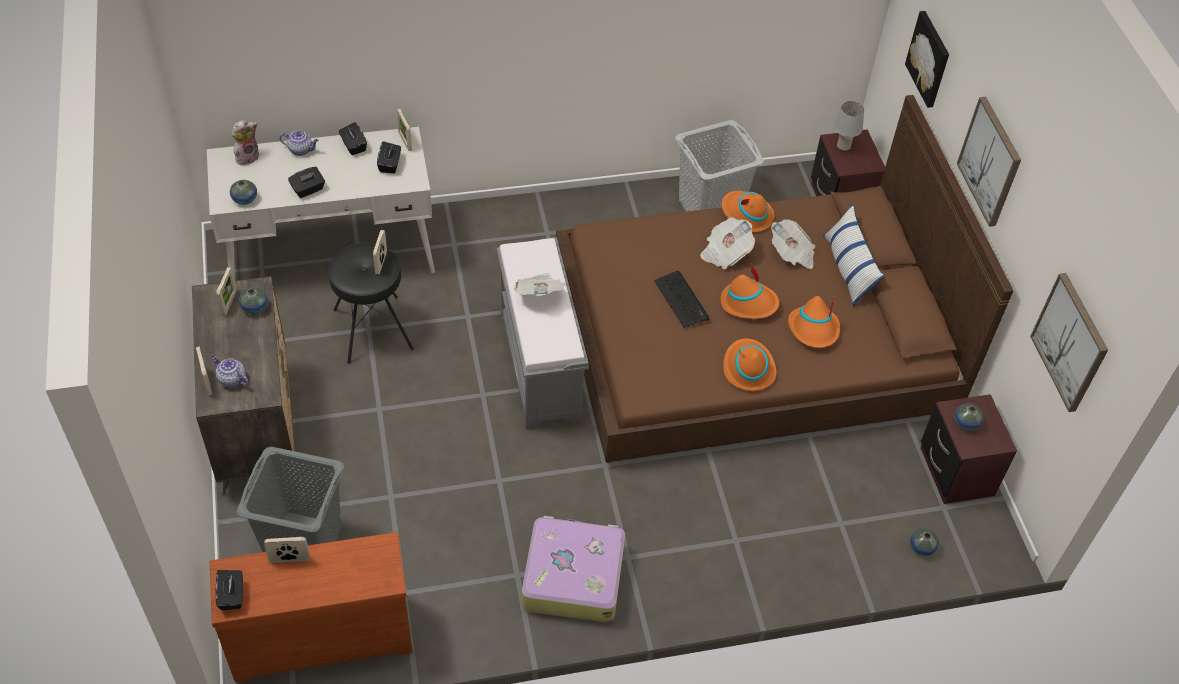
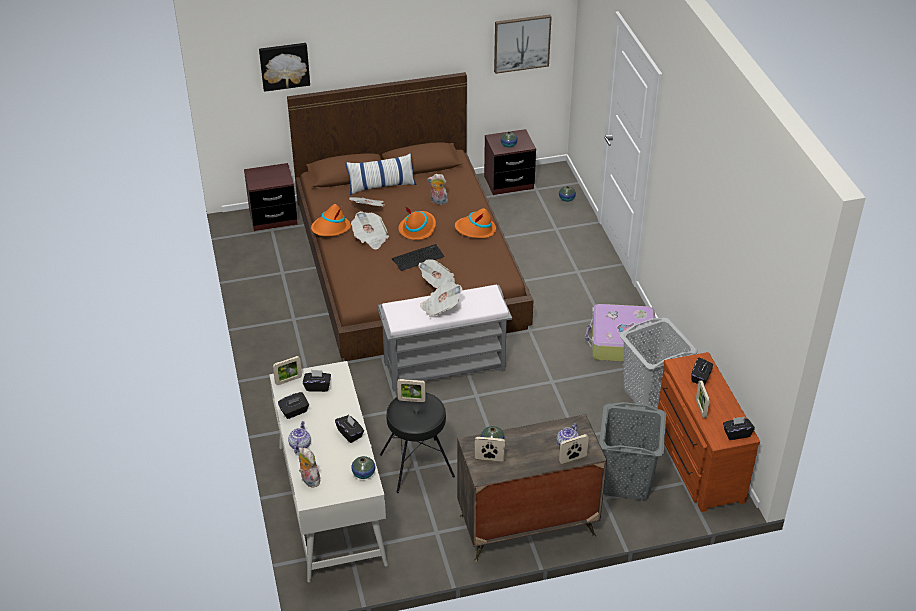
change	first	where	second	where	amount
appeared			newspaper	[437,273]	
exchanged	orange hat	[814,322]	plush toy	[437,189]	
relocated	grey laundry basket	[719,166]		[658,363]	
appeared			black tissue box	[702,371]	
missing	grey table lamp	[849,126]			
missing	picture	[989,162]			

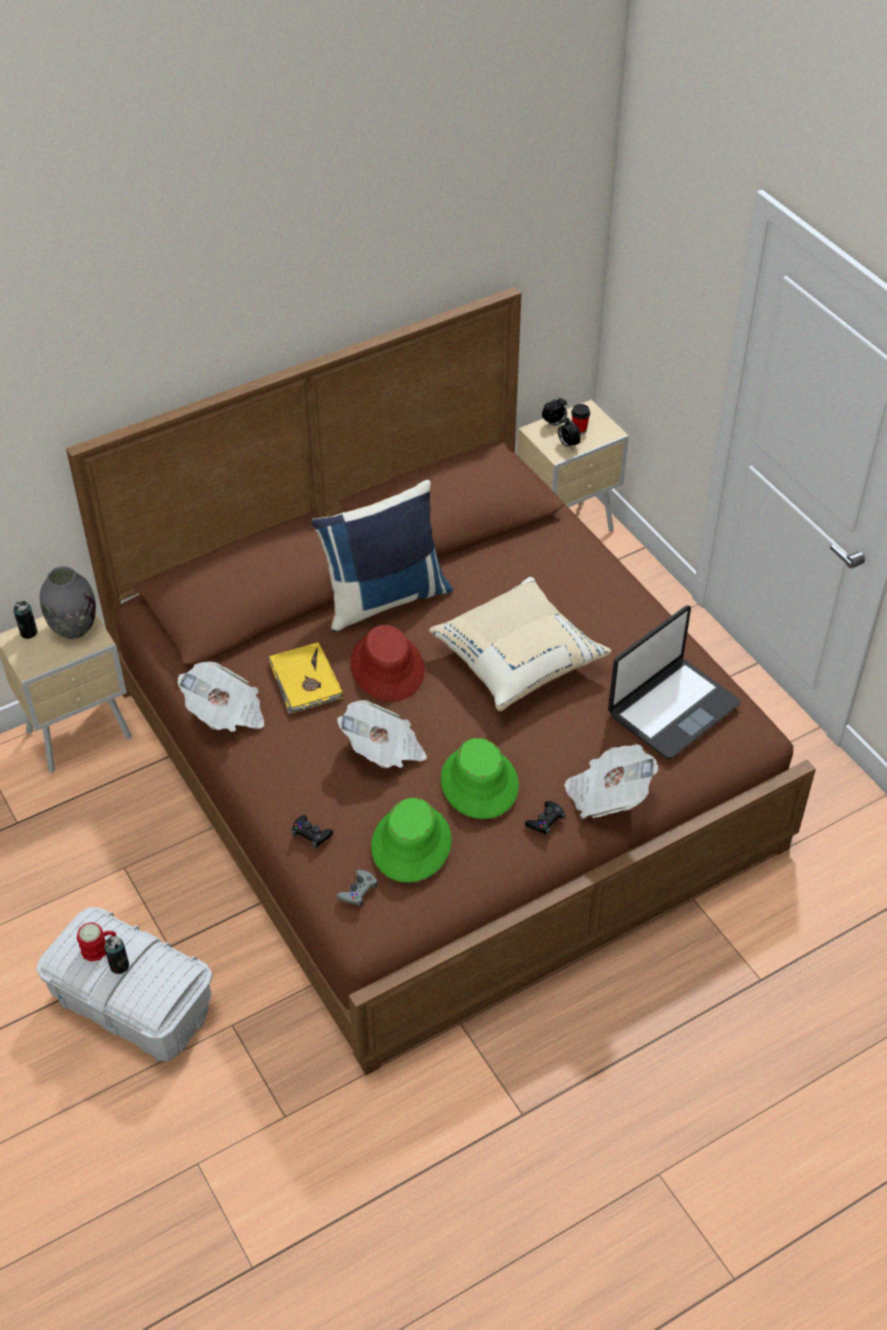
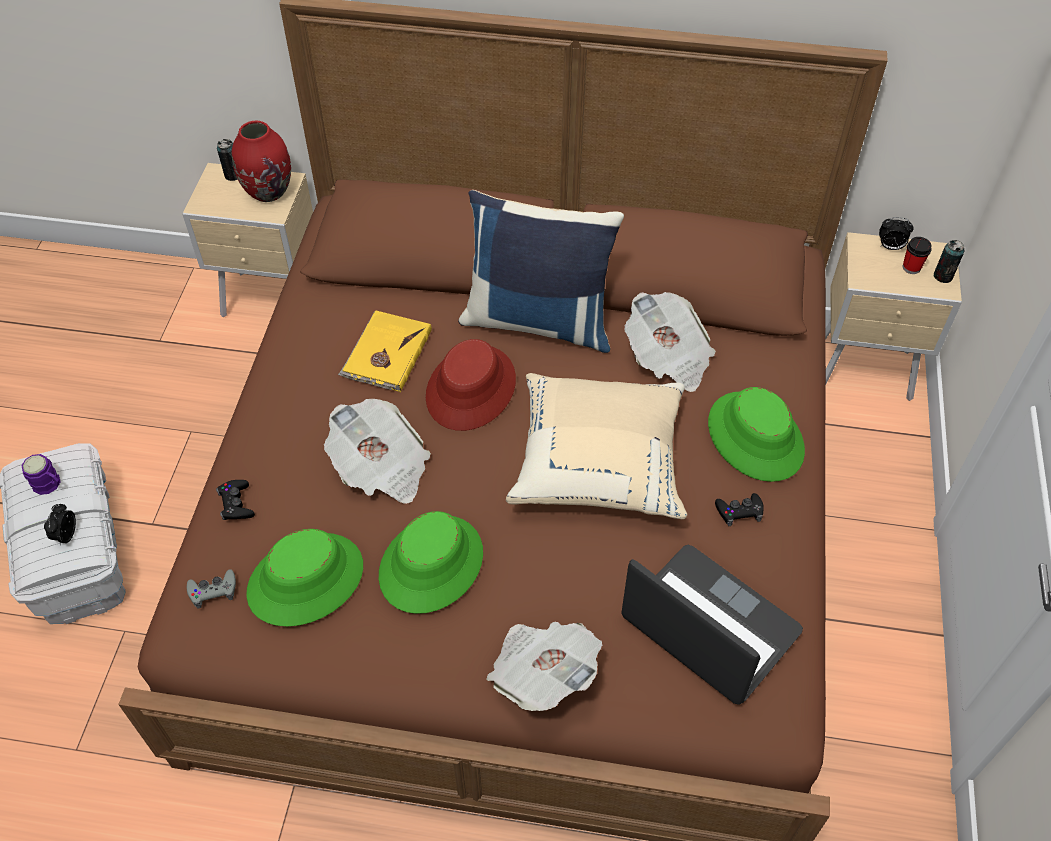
change	first	where	second	where	amount
colour	red mug	[96,941]	purple mug	[41,474]	
relocated	alarm clock	[569,432]		[60,524]	
colour	grey vase	[68,602]	red vase	[261,161]	
spun	laptop	[674,682]		[712,625]	135 degrees counterclockwise
relocated	newspaper	[221,696]		[670,342]	
appeared			green hat	[756,434]	
relocated	black game controller	[545,818]		[739,509]	
relocated	can	[116,955]		[949,261]	

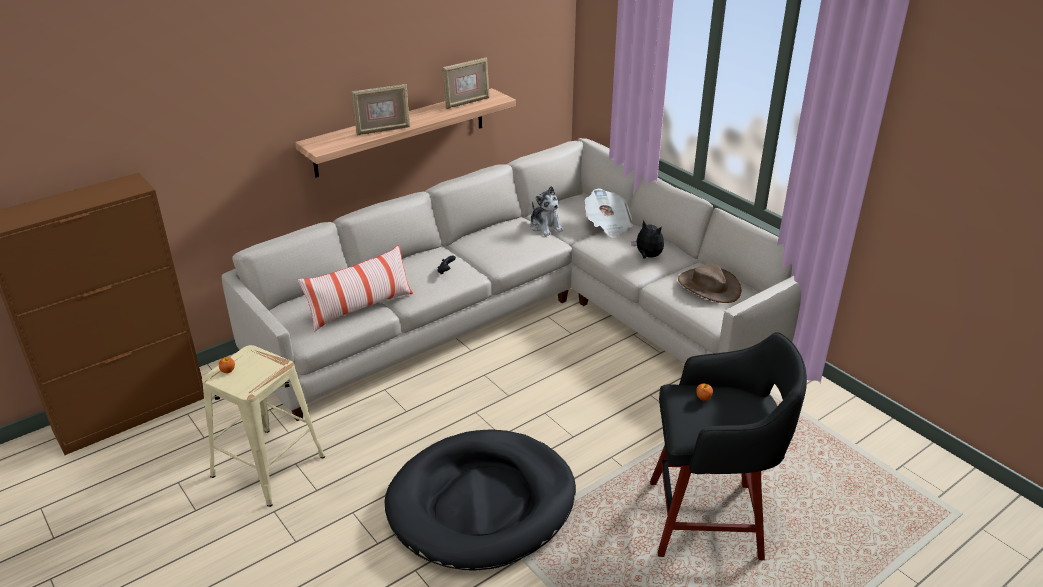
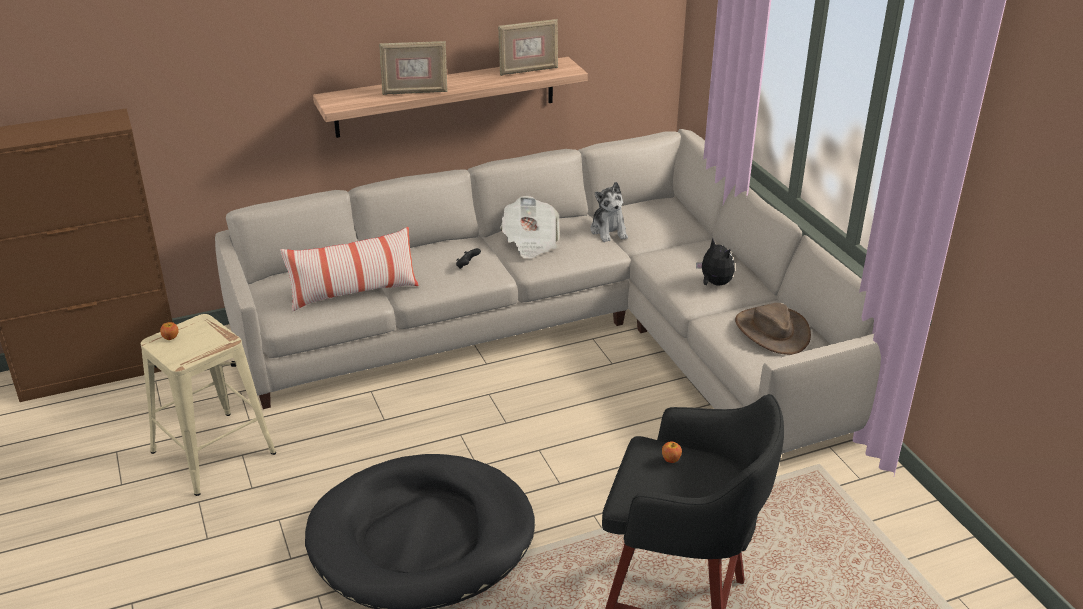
change	first	where	second	where	amount
relocated	newspaper	[608,213]		[529,227]	

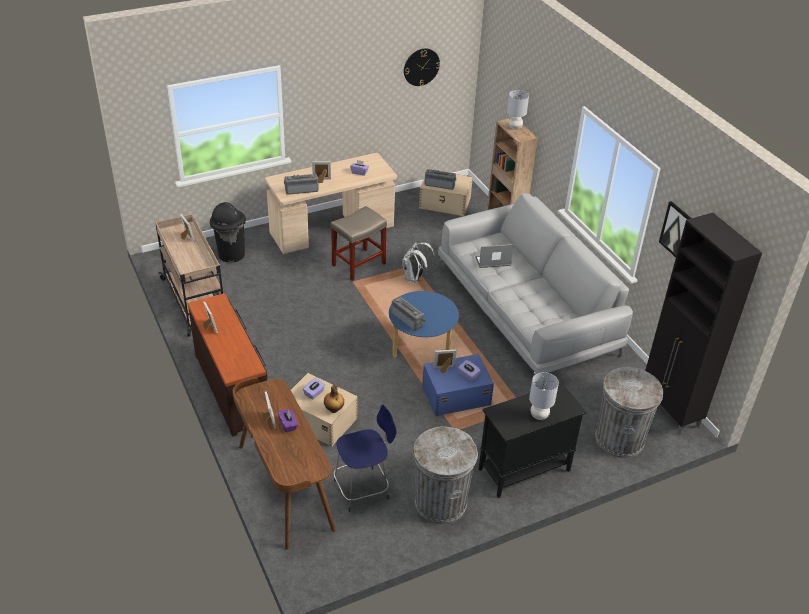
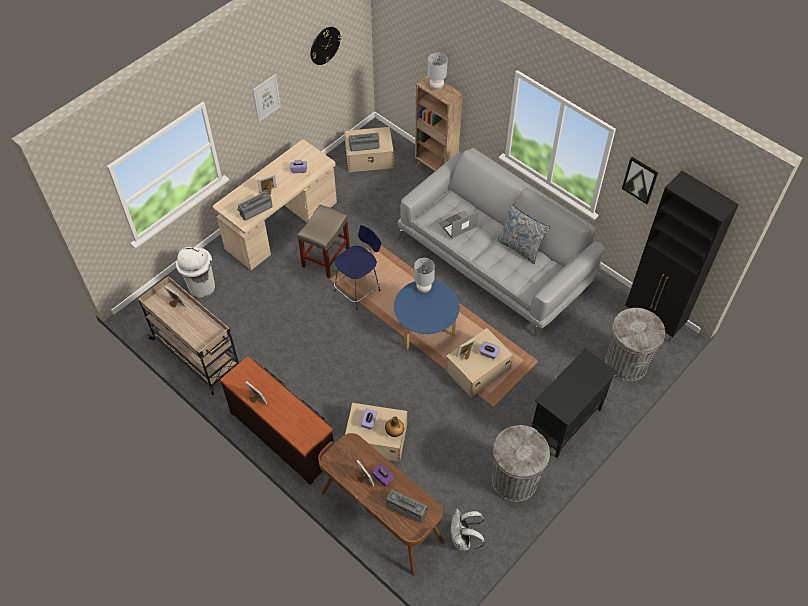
change	first	where	second	where	amount
colour	black trash can	[228,232]	white trash can	[195,272]	
appeared			picture	[267,98]	
relocated	blue stool	[365,458]		[357,267]	
relocated	radio	[409,313]		[407,506]	
relocated	grey table lamp	[544,396]		[424,275]	
colour	blue storage box	[458,385]	beige storage box	[479,362]	
relocated	white backpack	[418,262]		[468,530]	
appeared			pillow	[523,234]	

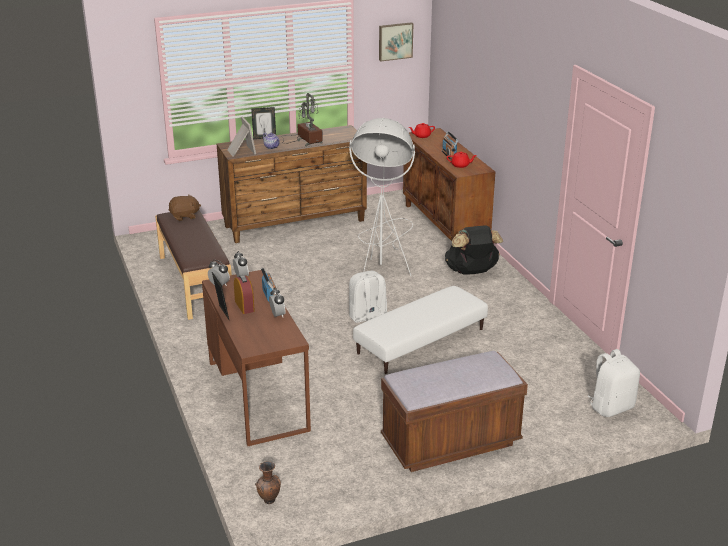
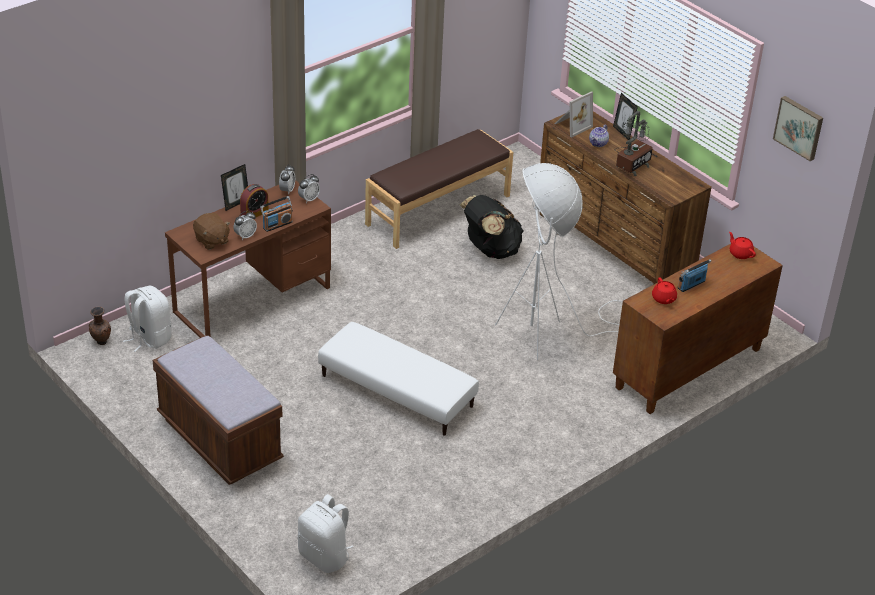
change	first	where	second	where	amount
relocated	white backpack	[368,297]		[147,319]	
relocated	brown plush toy	[185,207]		[211,231]	
relocated	black backpack	[474,250]		[492,227]	

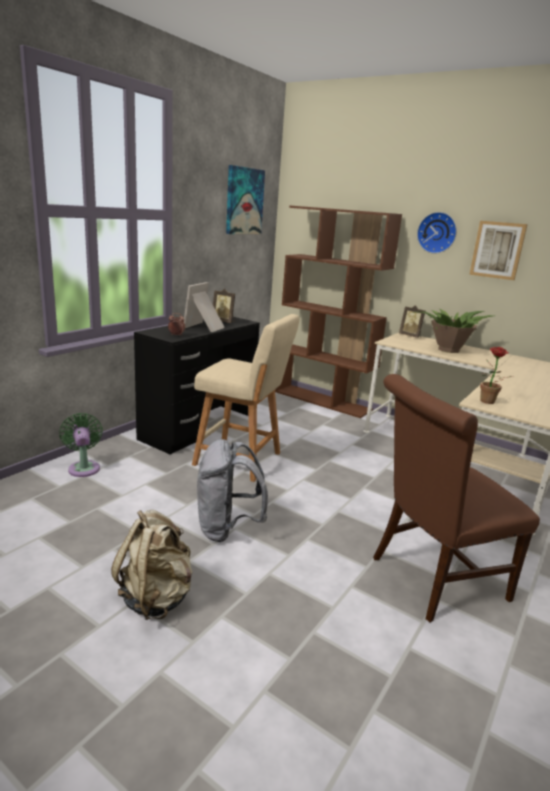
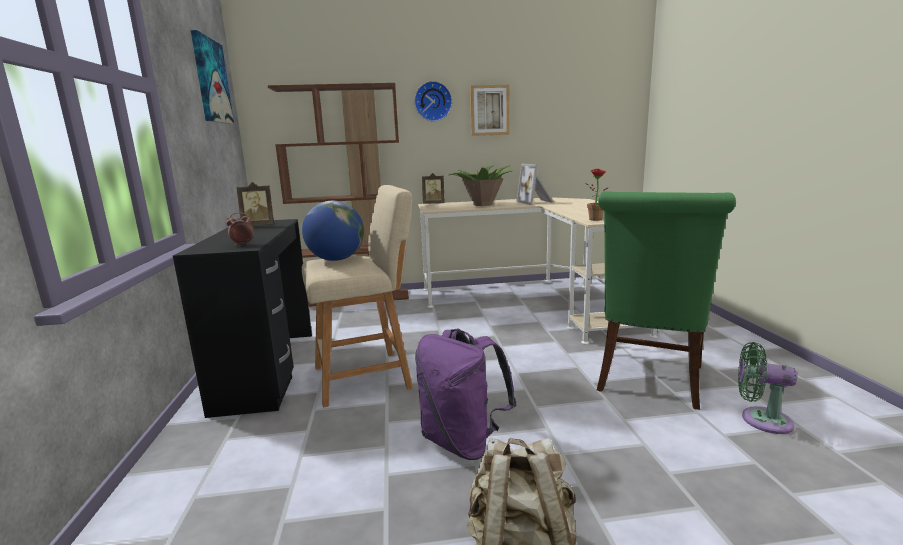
change	first	where	second	where	amount
appeared			globe	[333,231]	
colour	grey backpack	[232,490]	purple backpack	[465,394]	
relocated	picture frame	[204,307]		[535,184]	
colour	brown chair	[456,498]	green chair	[666,300]	
relocated	green fan	[81,445]		[767,388]	

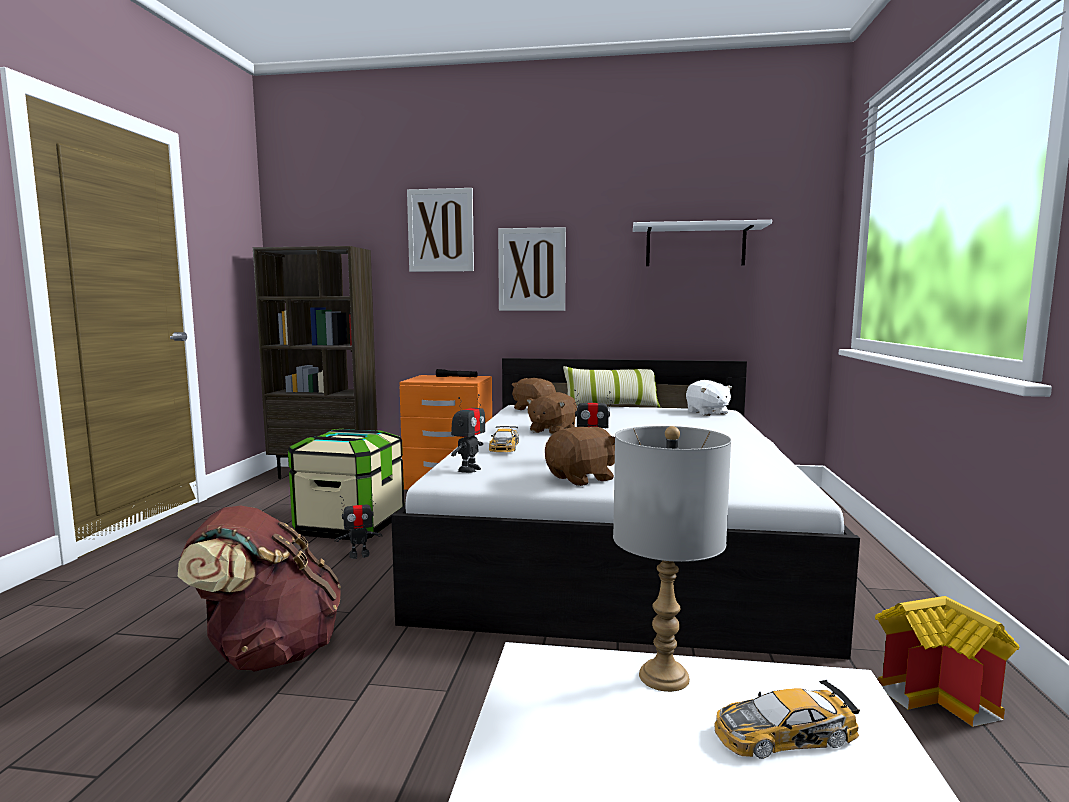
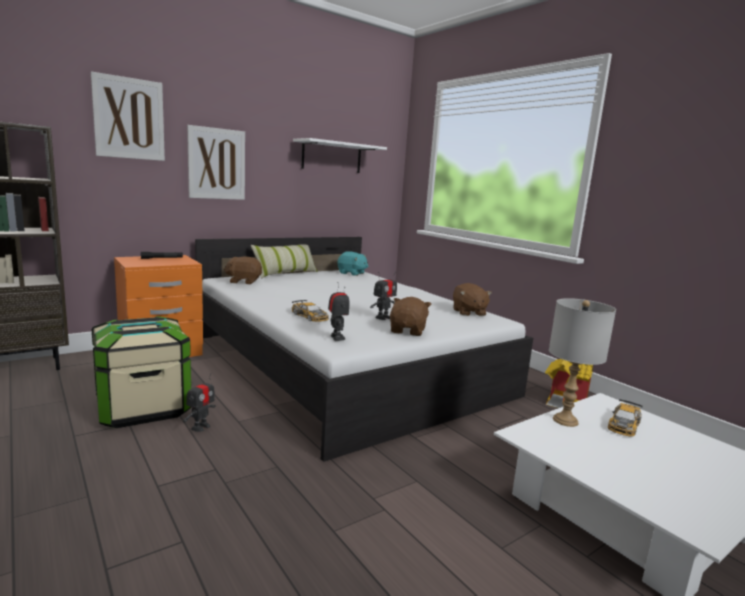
change	first	where	second	where	amount
colour	white plush toy	[709,398]	turquoise plush toy	[352,263]	
relocated	brown plush toy	[551,413]		[472,299]	
missing	brown backpack	[259,589]			

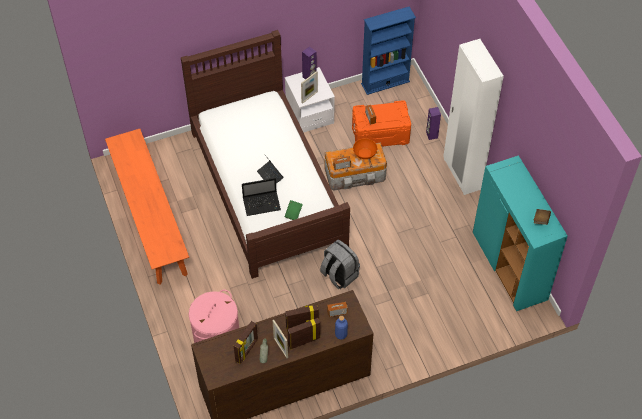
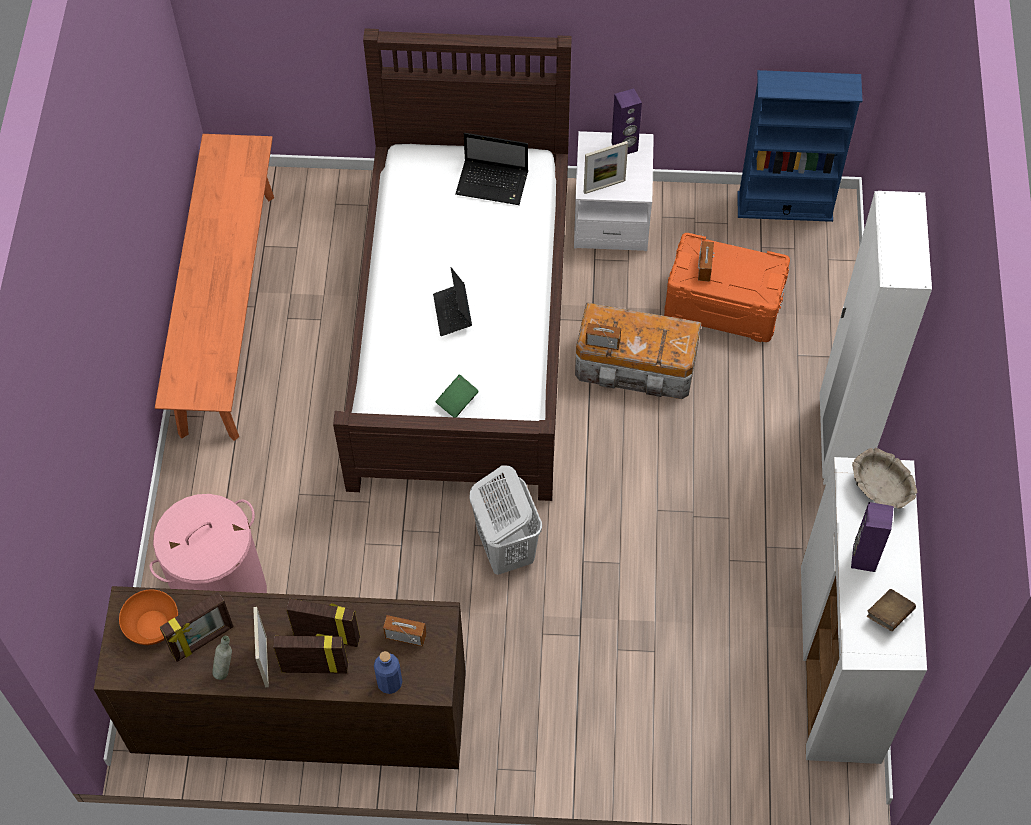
change	first	where	second	where	amount
relocated	orange bowl	[365,148]		[148,617]	
relocated	laptop	[261,197]		[492,169]	
exchanged	grey backpack	[340,264]	white laundry basket	[506,520]	
colour	turquoise cabinet	[520,233]	white cabinet	[864,610]	
relocated	purple speaker	[433,123]		[872,537]	
appeared			beige bowl	[884,478]	

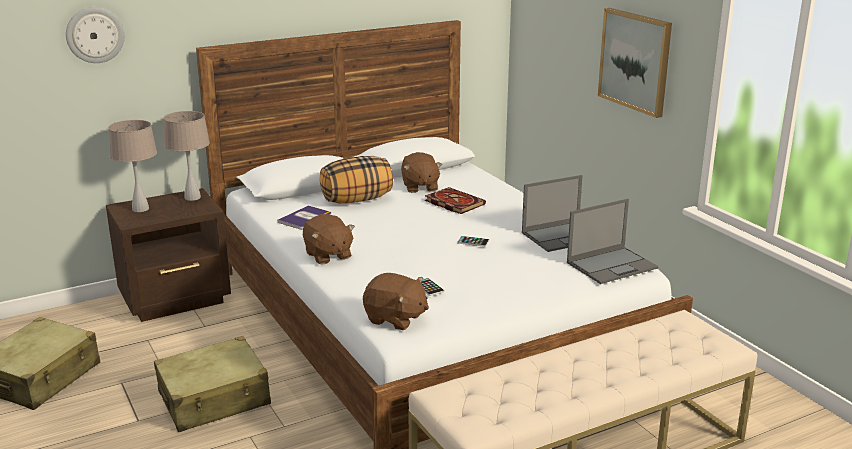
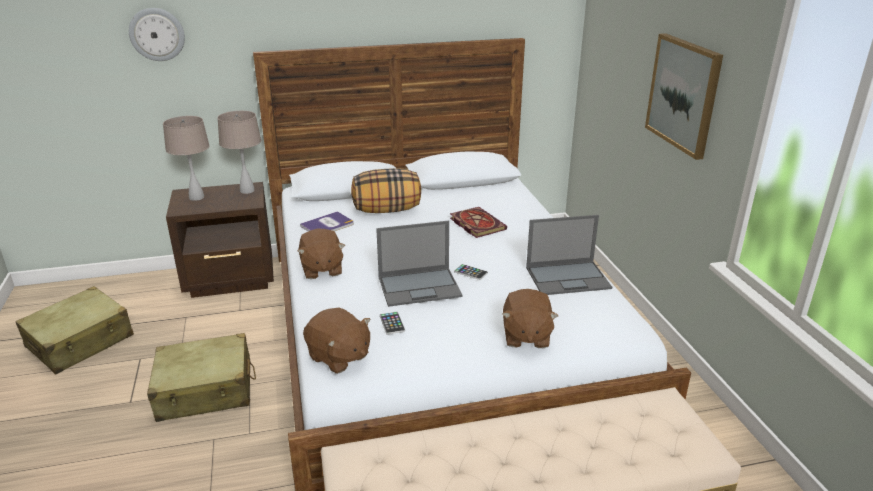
change	first	where	second	where	amount
relocated	laptop	[612,241]		[419,264]	
relocated	brown plush toy	[421,172]		[530,318]	

